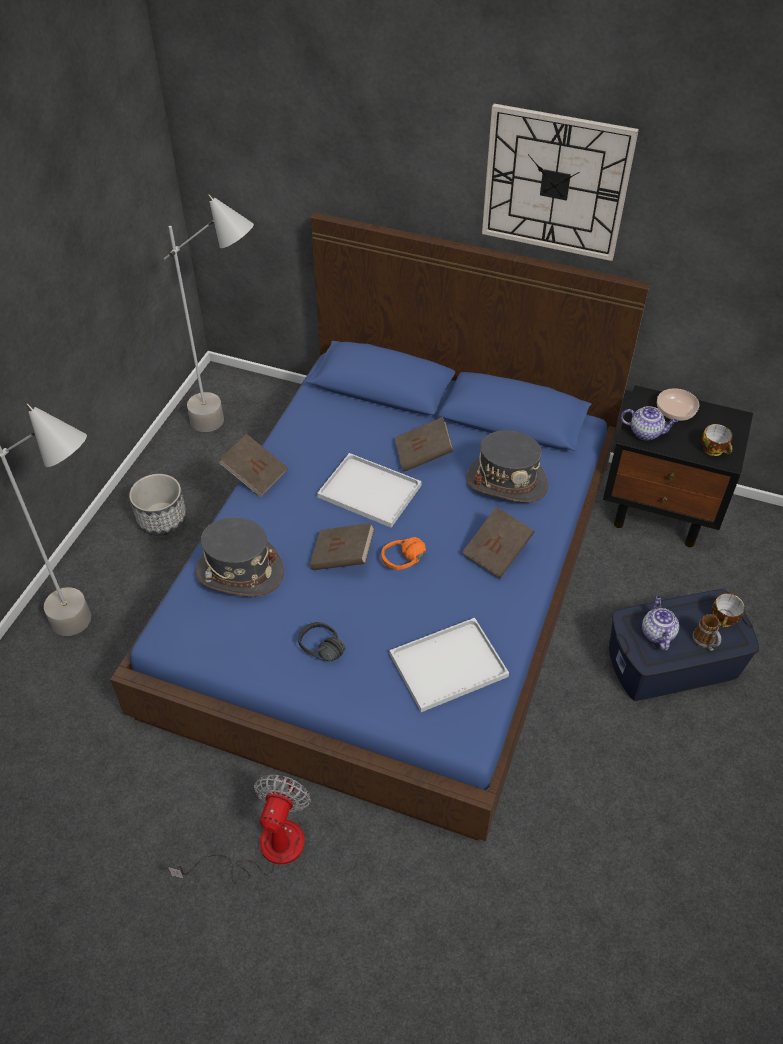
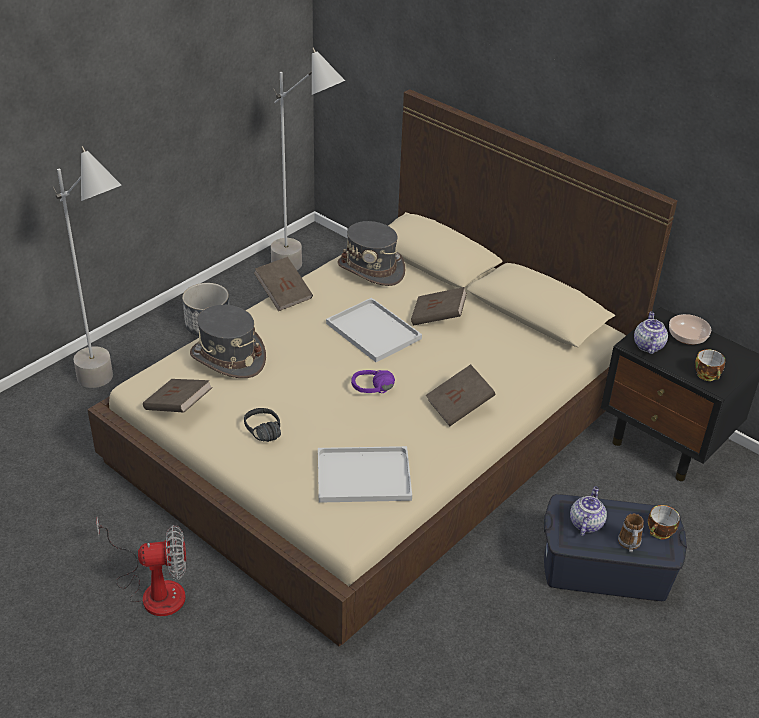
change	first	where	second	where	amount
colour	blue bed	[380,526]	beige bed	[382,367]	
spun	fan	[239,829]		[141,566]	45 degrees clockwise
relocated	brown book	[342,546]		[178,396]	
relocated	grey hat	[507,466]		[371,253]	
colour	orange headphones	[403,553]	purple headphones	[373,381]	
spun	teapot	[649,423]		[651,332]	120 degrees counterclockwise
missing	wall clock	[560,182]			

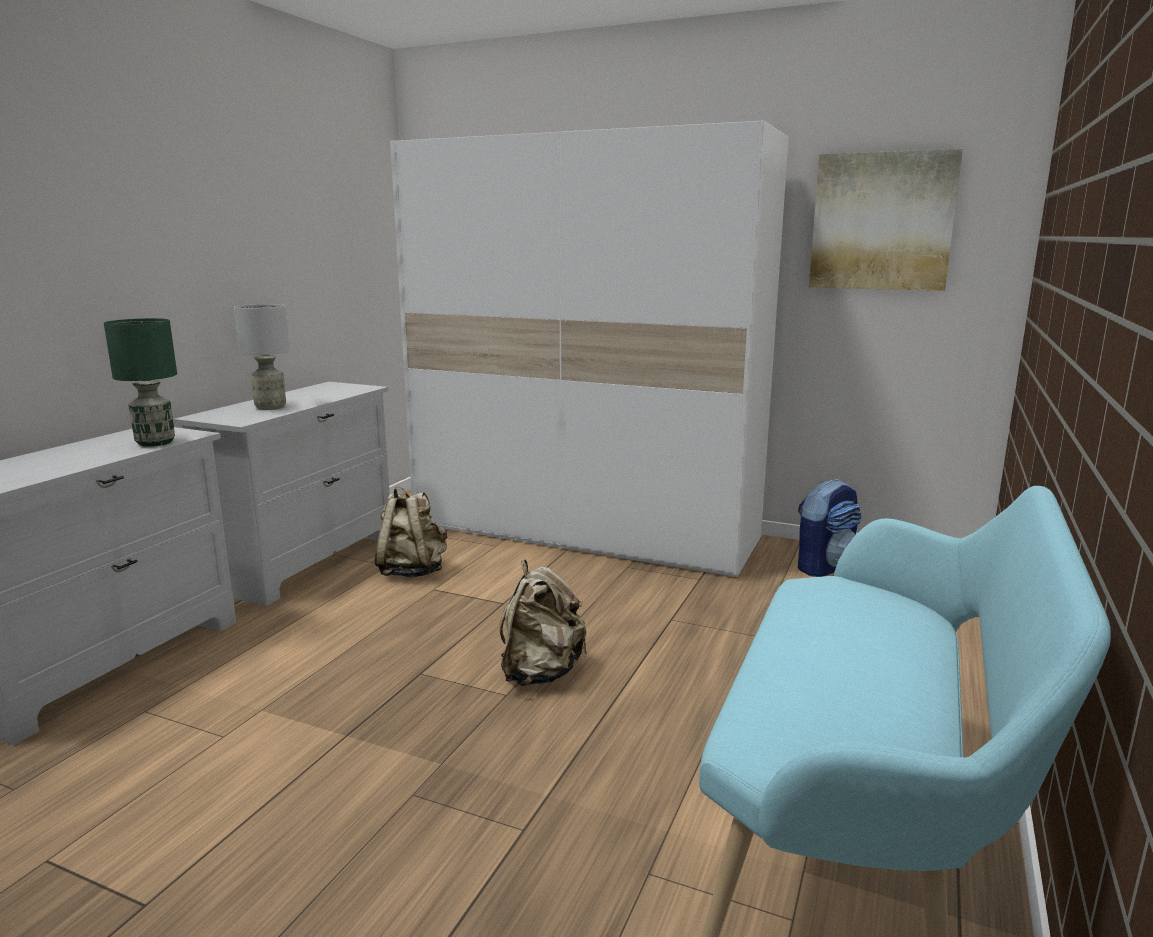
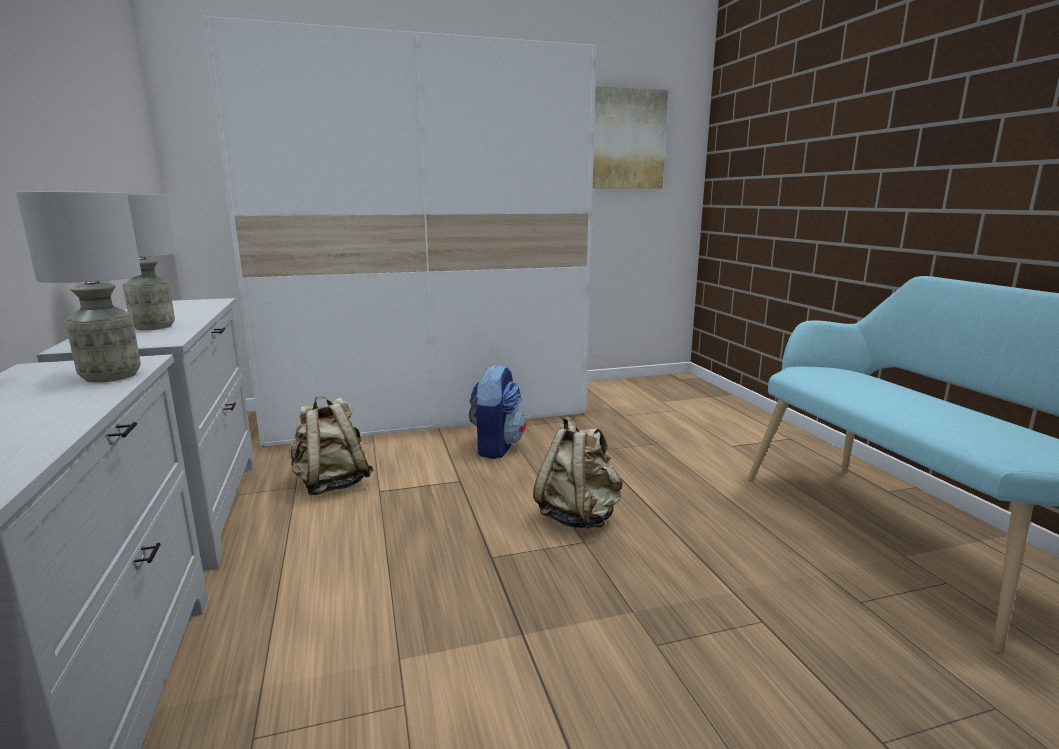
change	first	where	second	where	amount
colour	green table lamp	[140,382]	grey table lamp	[78,287]	
relocated	backpack	[830,528]		[497,411]	

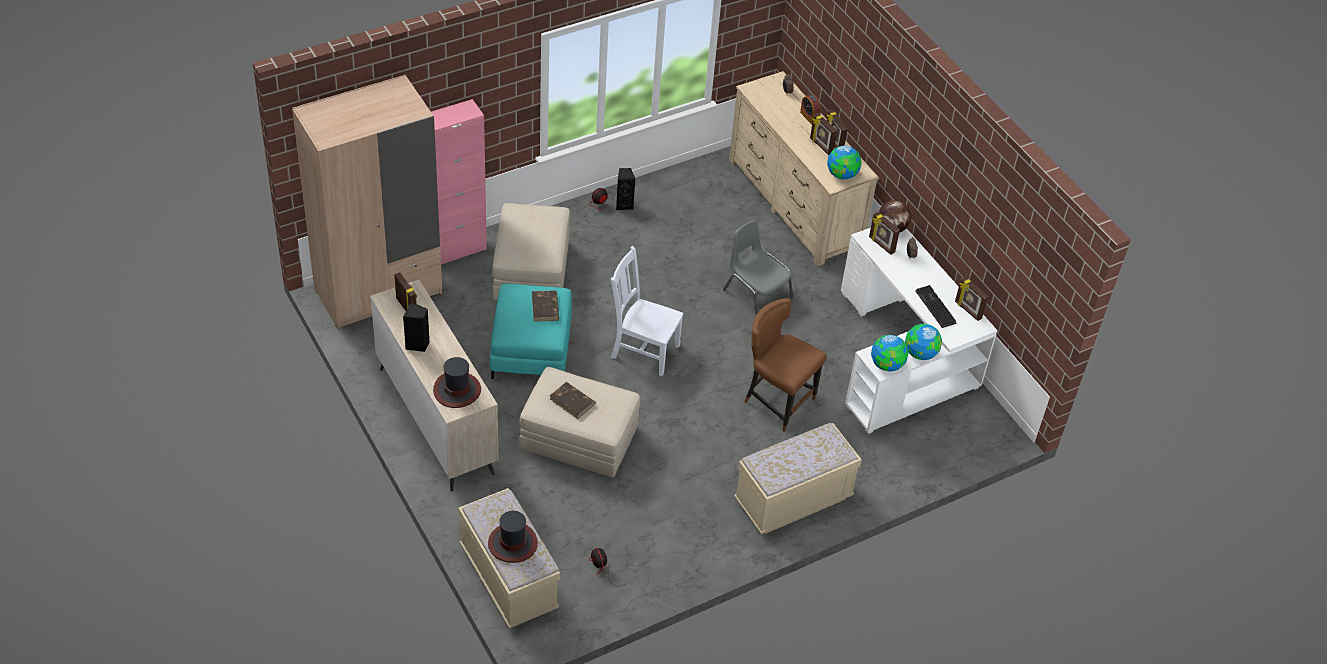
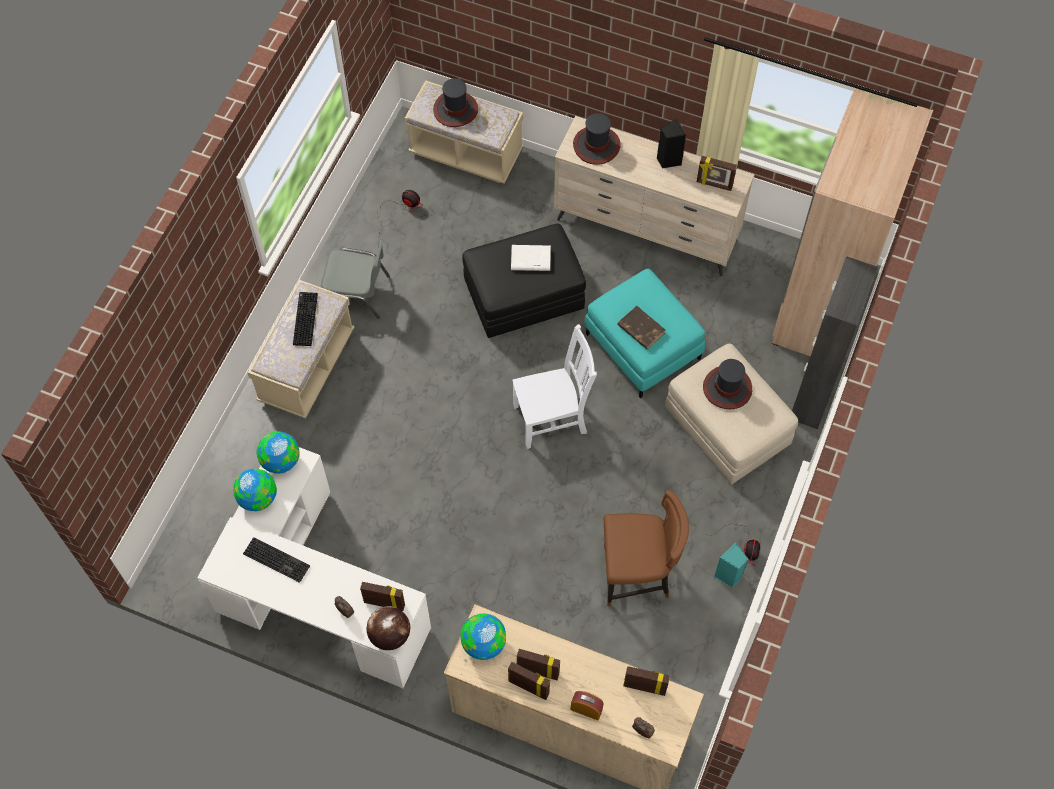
change	first	where	second	where	amount
appeared			keyboard	[305,319]	
relocated	grey chair	[758,267]		[355,279]	
colour	beige ottoman	[580,422]	black ottoman	[524,281]	
colour	brown book	[573,400]	white book	[531,258]	
relocated	brown chair	[785,365]		[646,548]	
relocated	picture frame	[971,299]		[646,681]	
appeared			hat	[727,384]	
colour	black speaker	[625,189]	turquoise speaker	[731,565]	
colour	pink cabinet	[459,181]	black cabinet	[835,342]	

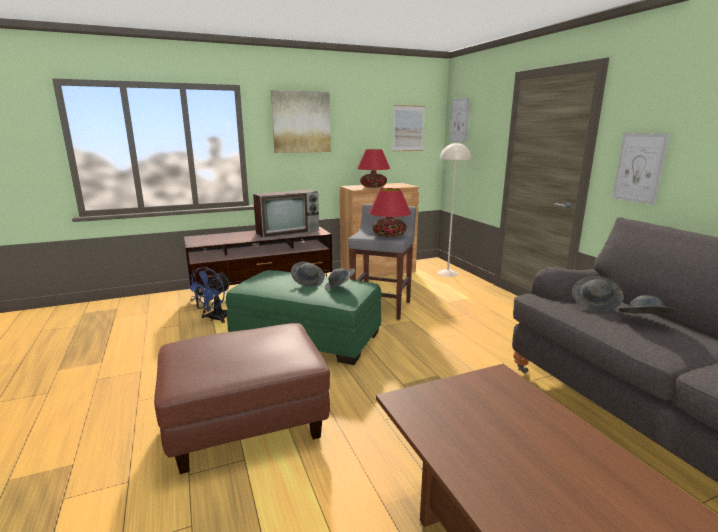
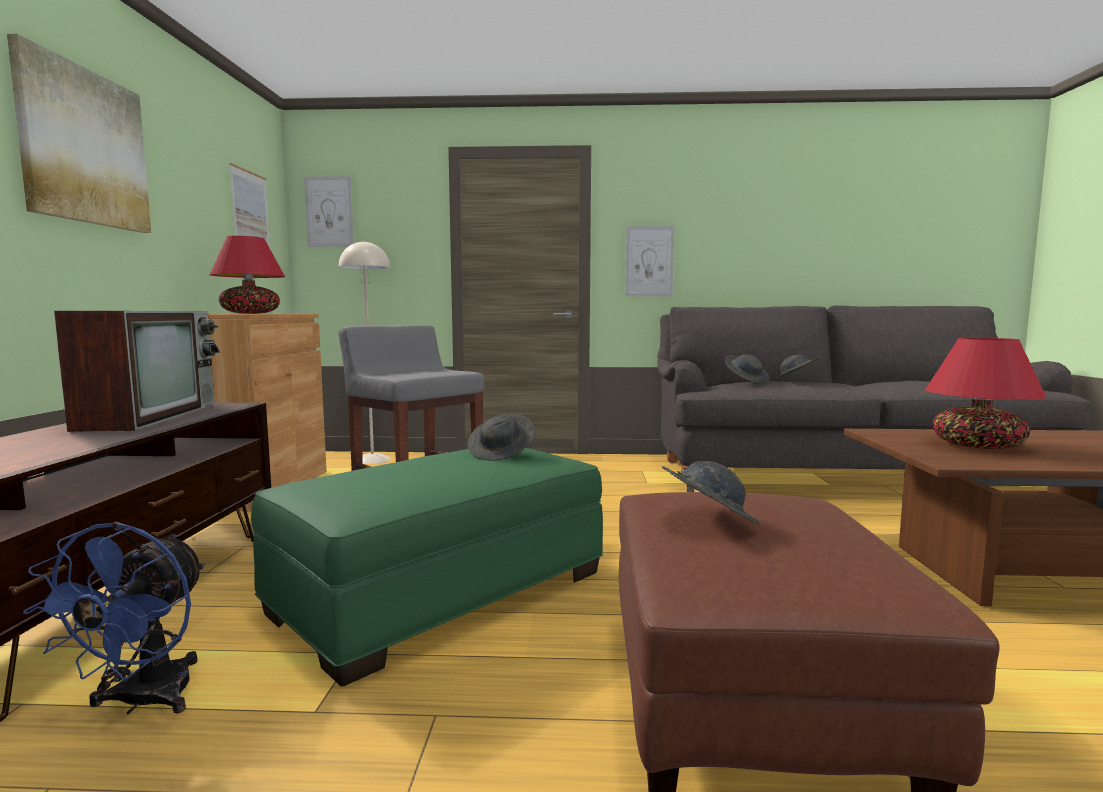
change	first	where	second	where	amount
spun	blue fan	[208,295]		[114,618]	45 degrees clockwise
relocated	grey hat	[308,274]		[711,492]	
relocated	red table lamp	[390,212]		[986,393]	

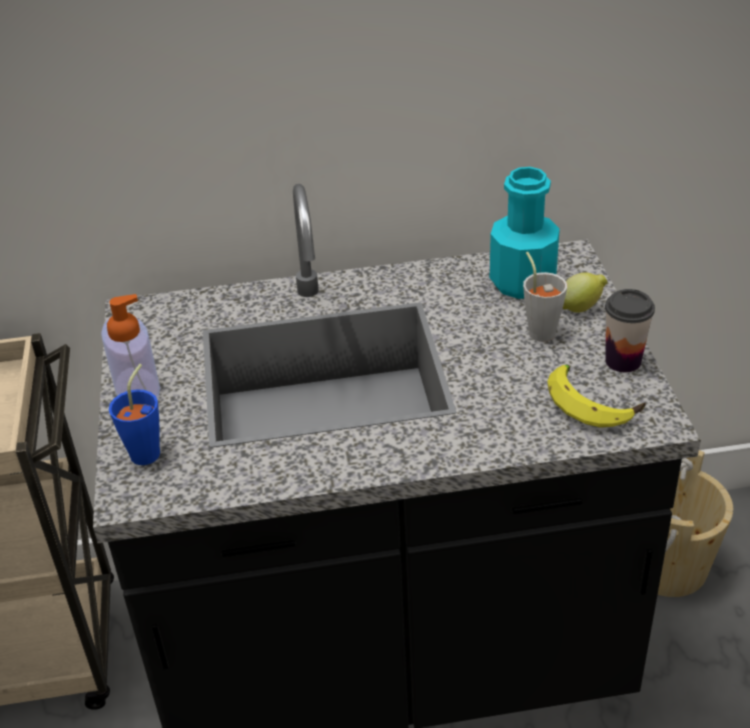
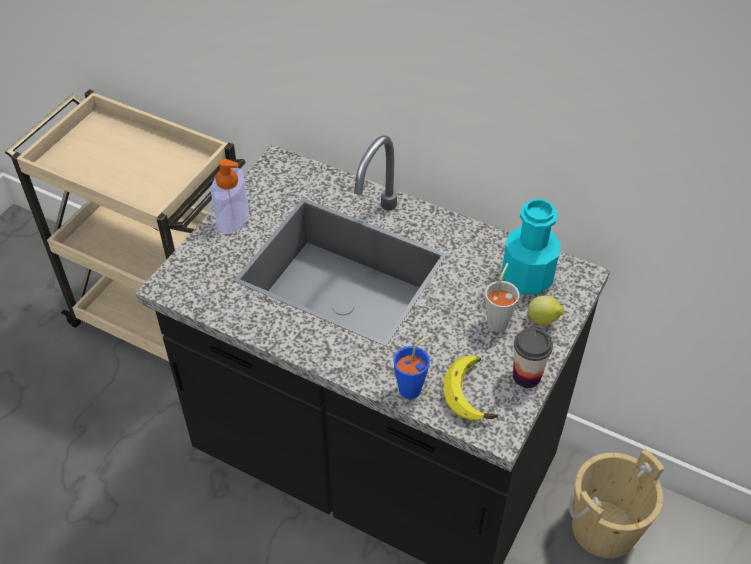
change	first	where	second	where	amount
relocated	blue cup	[134,414]		[413,366]	

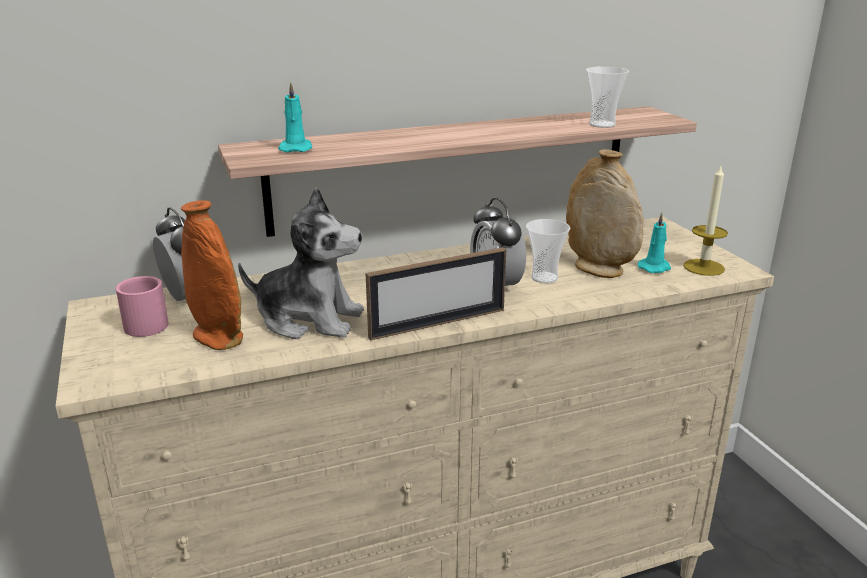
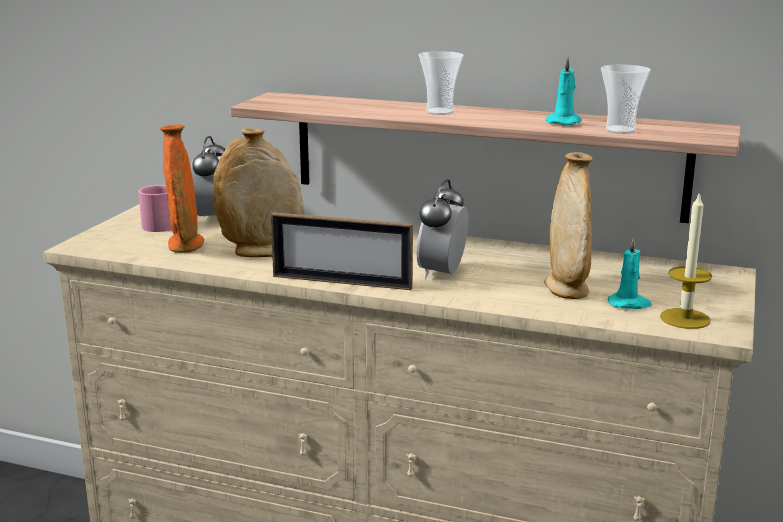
change	first	where	second	where	amount
exchanged	plush toy	[301,263]	beige vase	[258,192]	
relocated	cup	[548,251]		[441,83]	
relocated	turquoise candle	[295,117]		[564,91]	

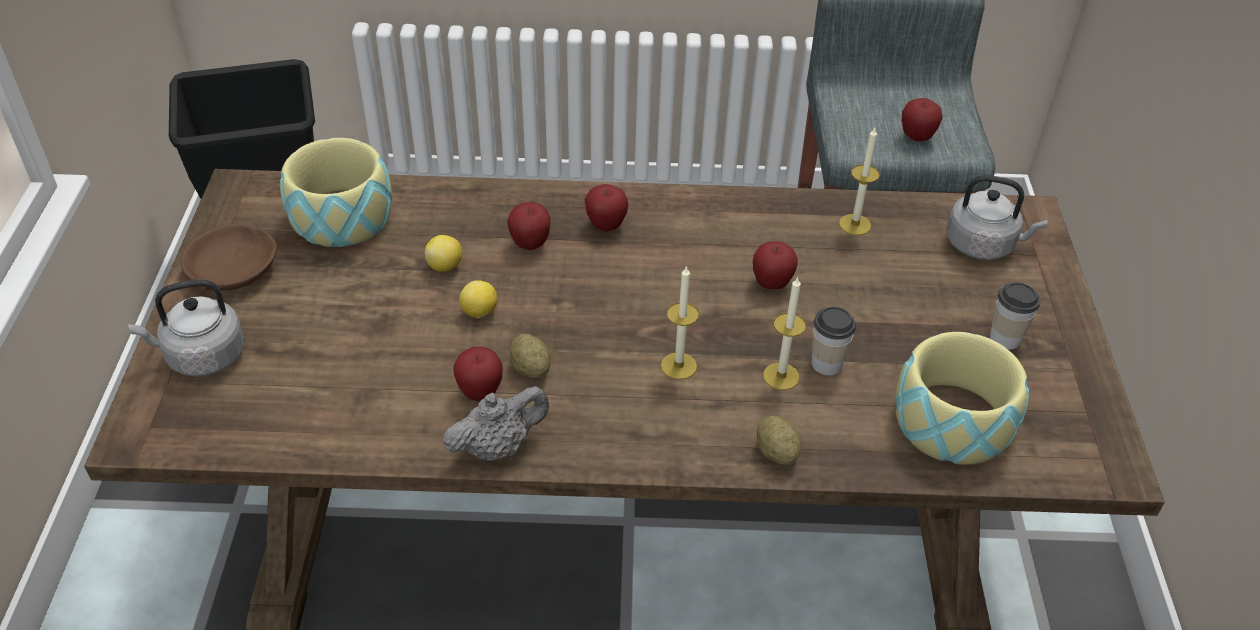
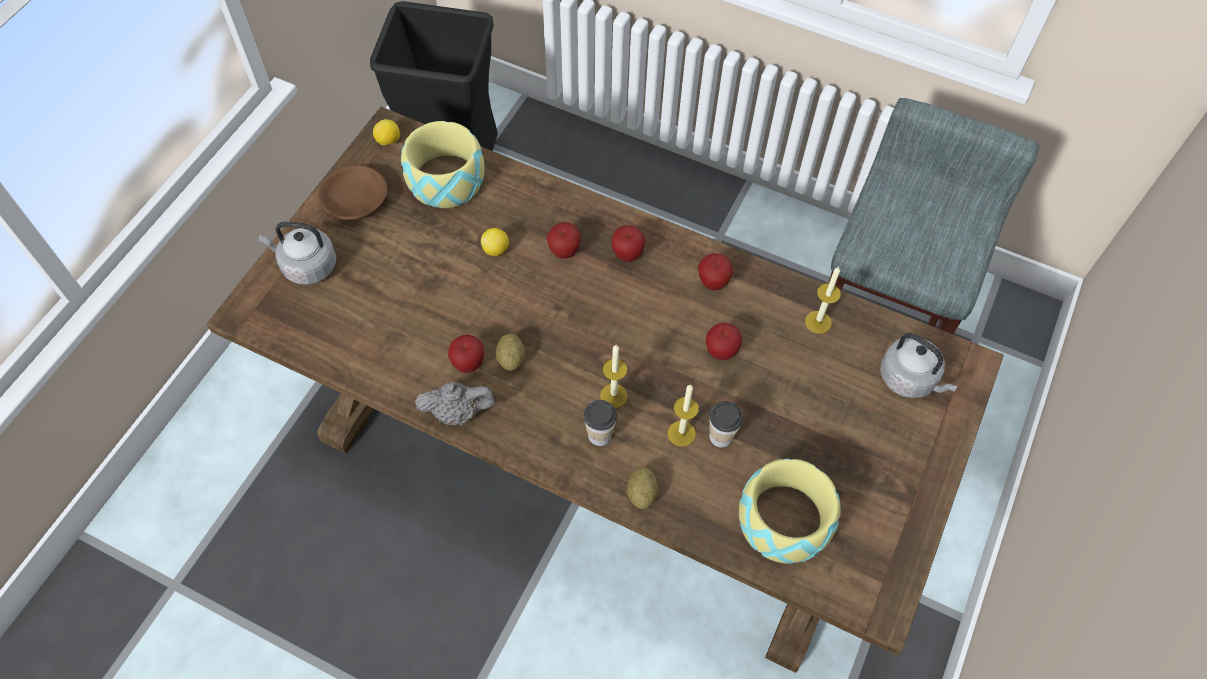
change	first	where	second	where	amount
relocated	lemon	[478,299]		[386,132]	
relocated	cup	[1015,316]		[600,423]	
relocated	apple	[922,120]		[715,272]	

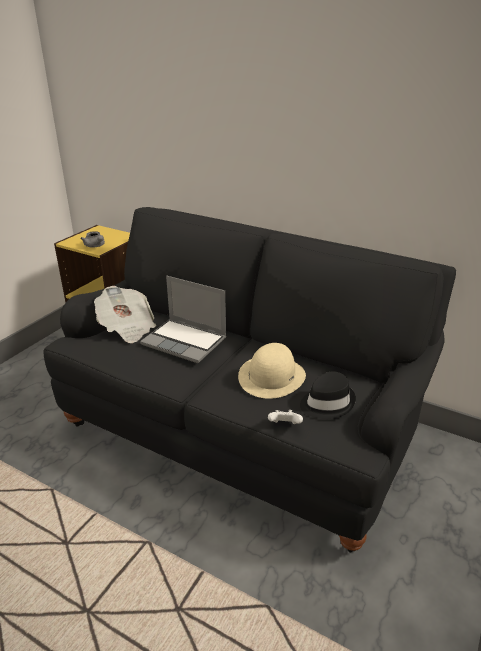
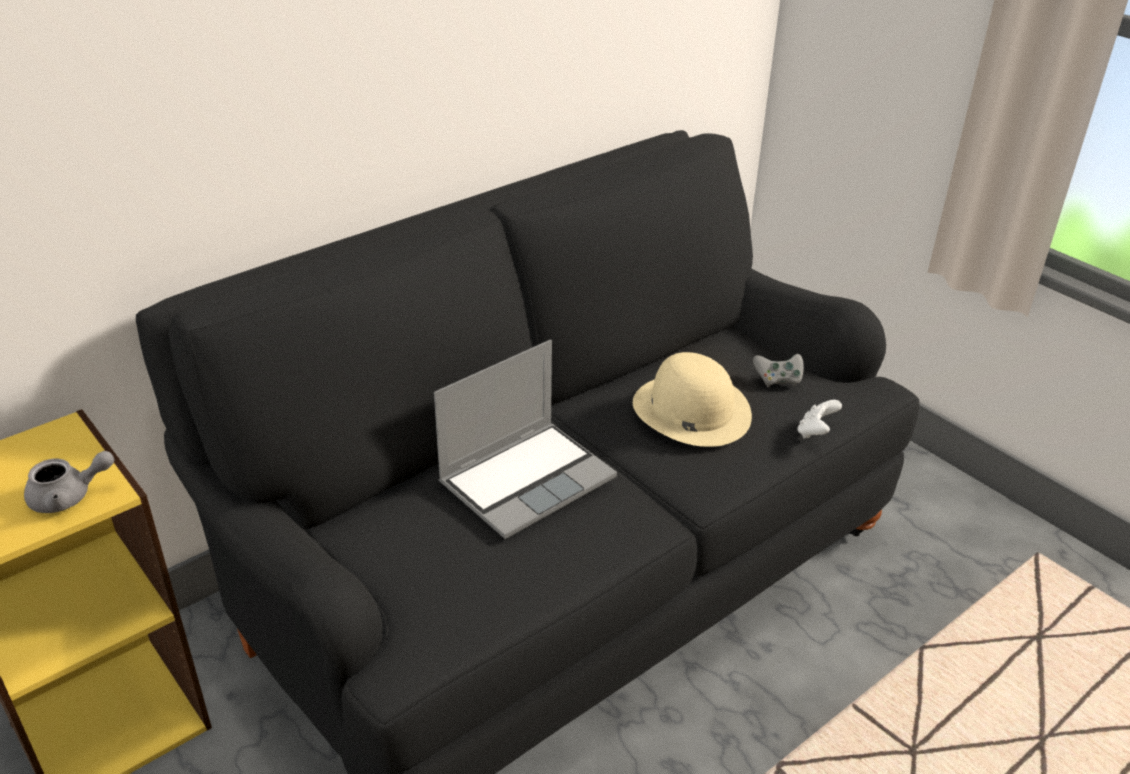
change	first	where	second	where	amount
exchanged	black hat	[328,395]	grey game controller	[778,371]	
missing	newspaper	[125,314]			

